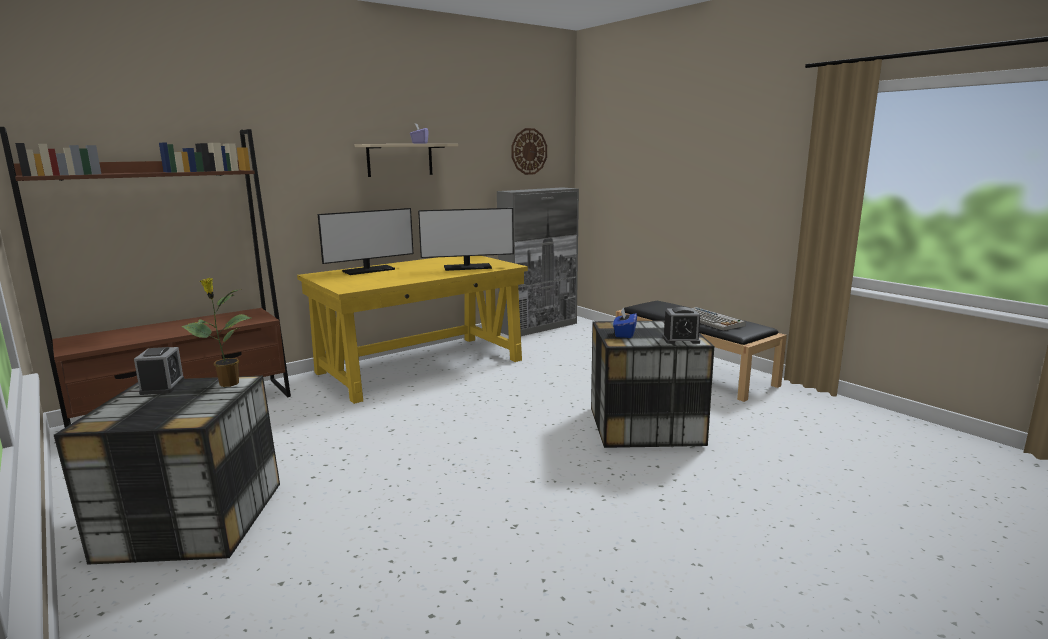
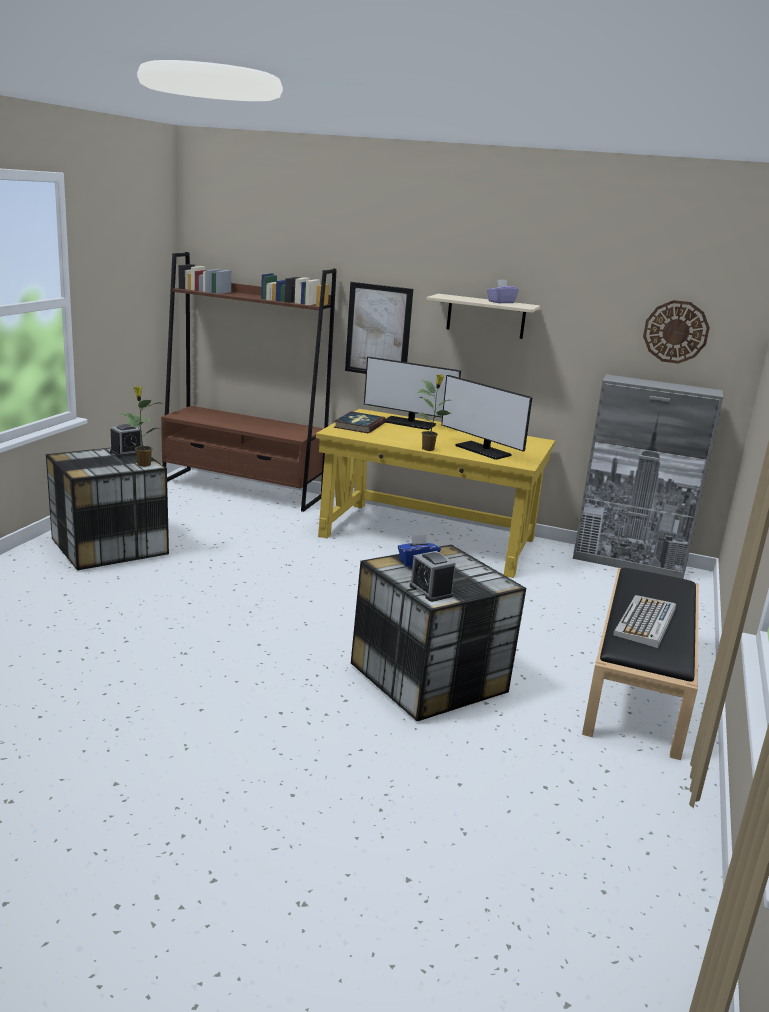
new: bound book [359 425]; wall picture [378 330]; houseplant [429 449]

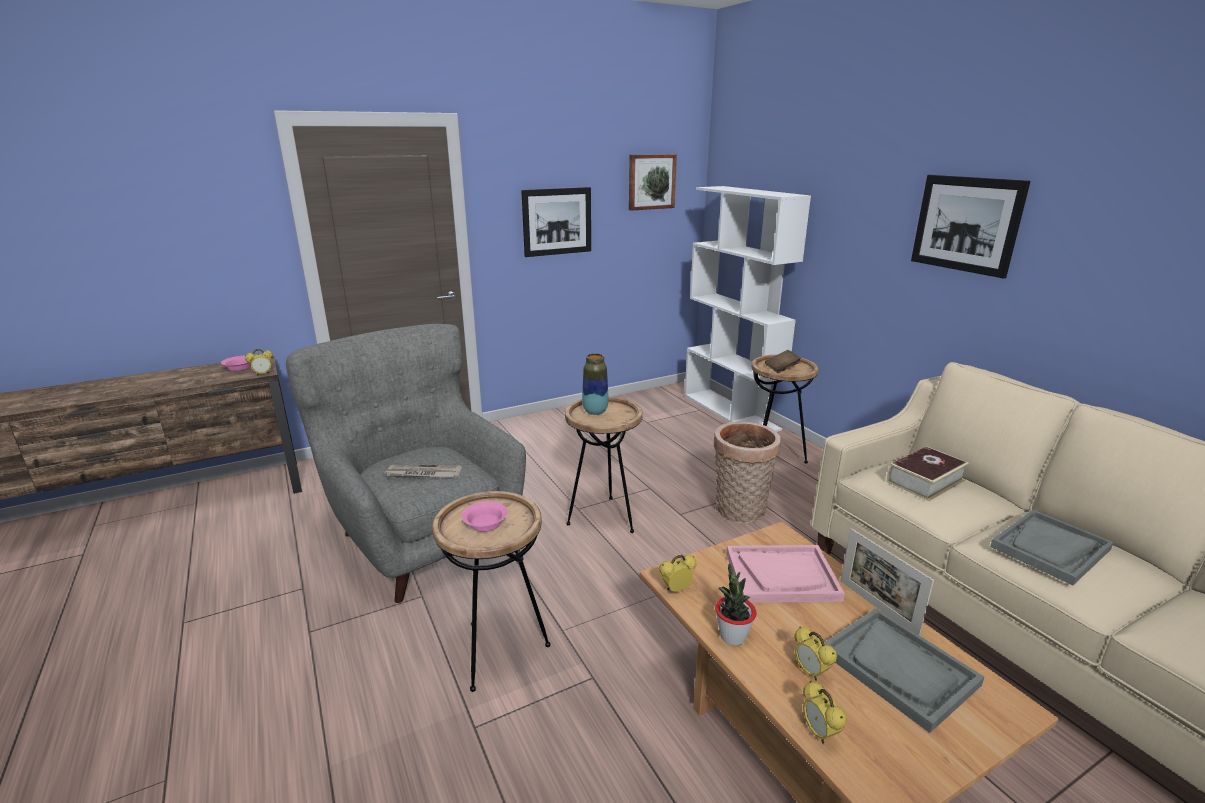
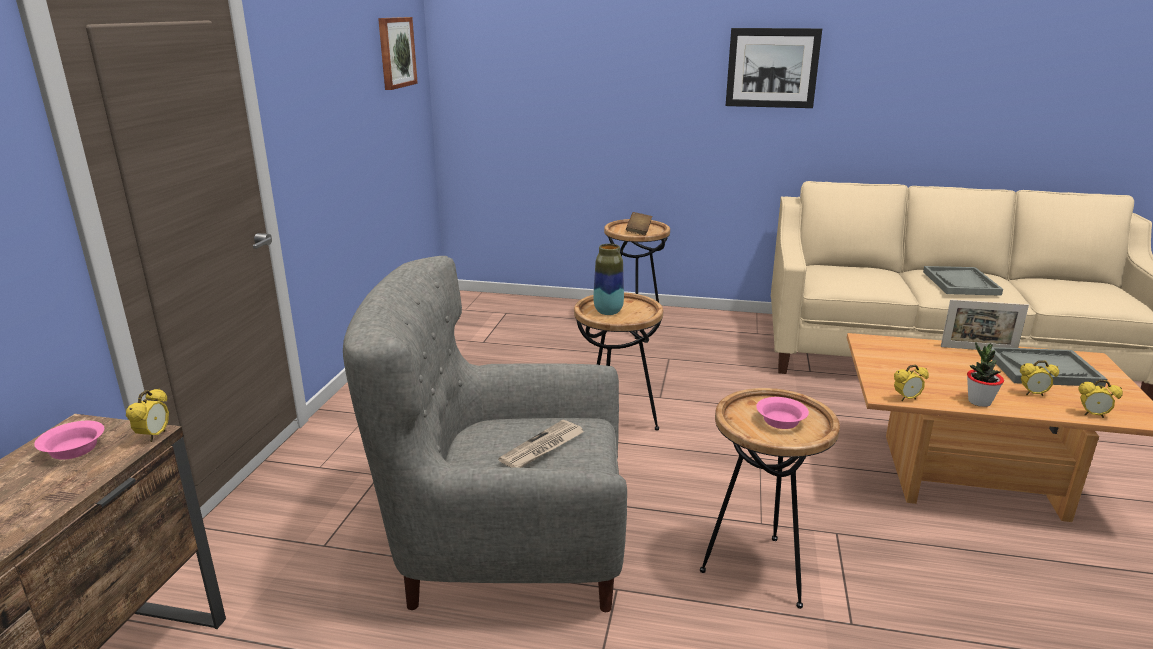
gone: wall picture [557 221]; shelving unit in white [731 412]; household basket [739 512]; serving tray in pink-coloured [781 576]; bound book [925 481]
rotated: bedside clock [676 590] = [906 399] 120 degrees counterclockwise

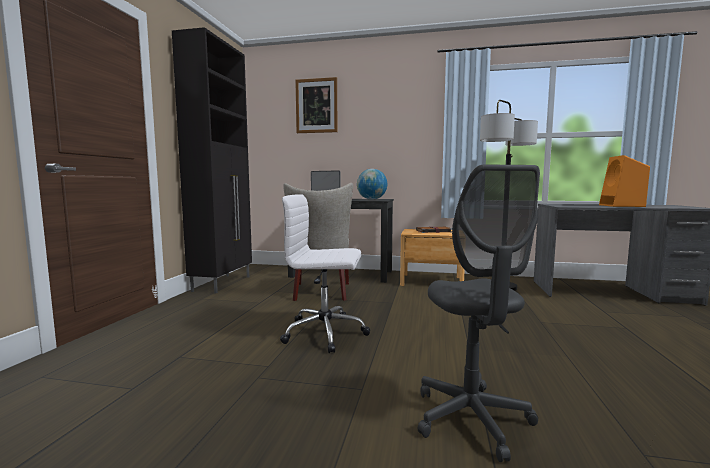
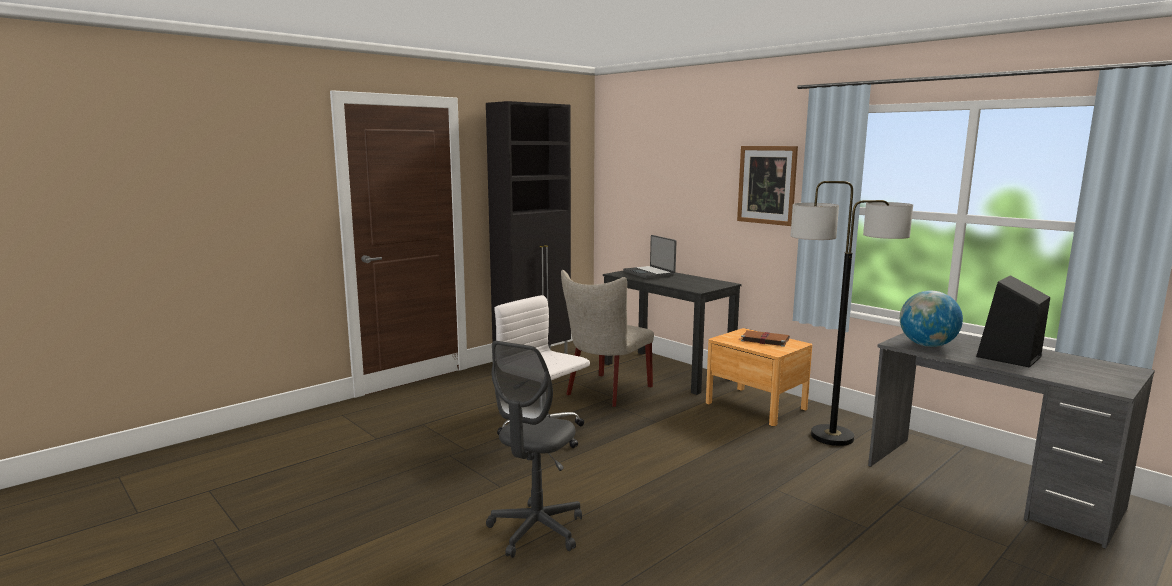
shifted: wall picture [316 106] to [767 185]; world globe [371 199] to [927 345]
repainted: audio speaker in orange-coloured [622 206] to audio speaker in black-coloured [1008 357]

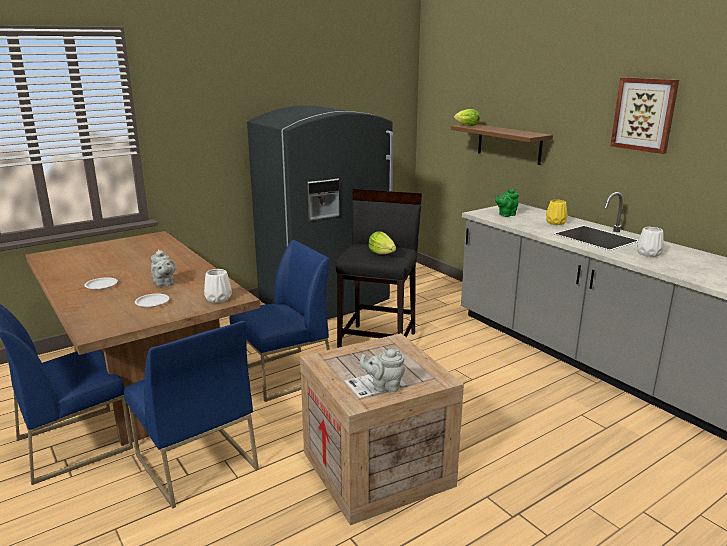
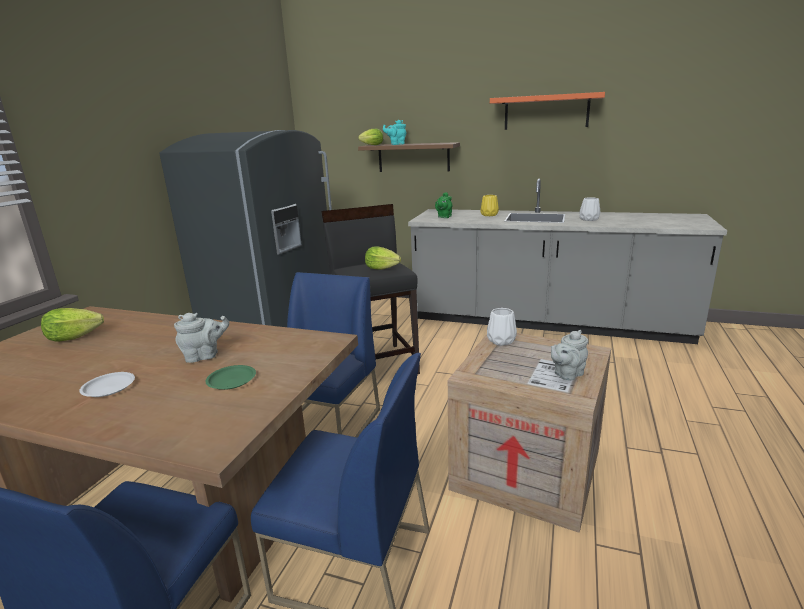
new: lettuce head [74 337]; pot for tea in blue-green [396 144]
shifted: flower vase in white [218 299] to [501 341]
swapped: wall picture [644 114] to wall shelf in orange-coloured [546 112]
repainted: dinner plate in white [152 302] to dinner plate in green [231 380]
rotated: pot for tea in gray [164 283] = [205 356] 45 degrees counterclockwise

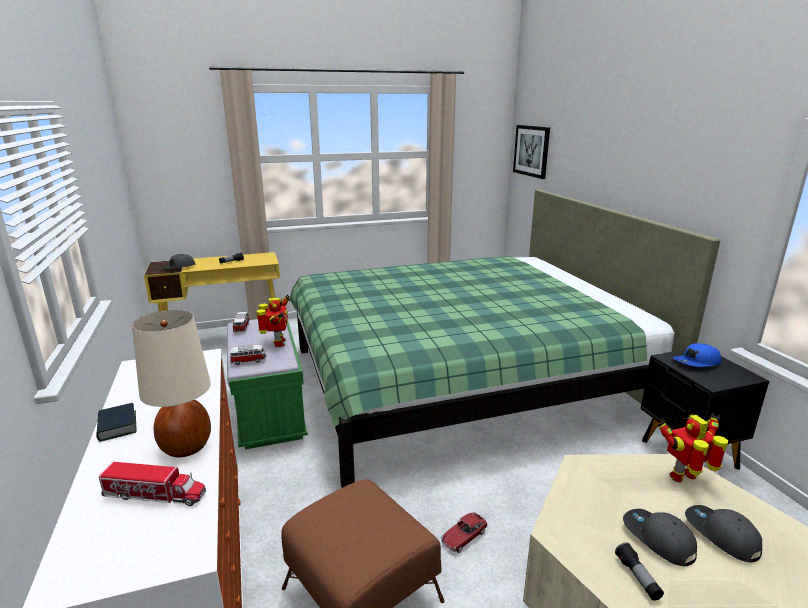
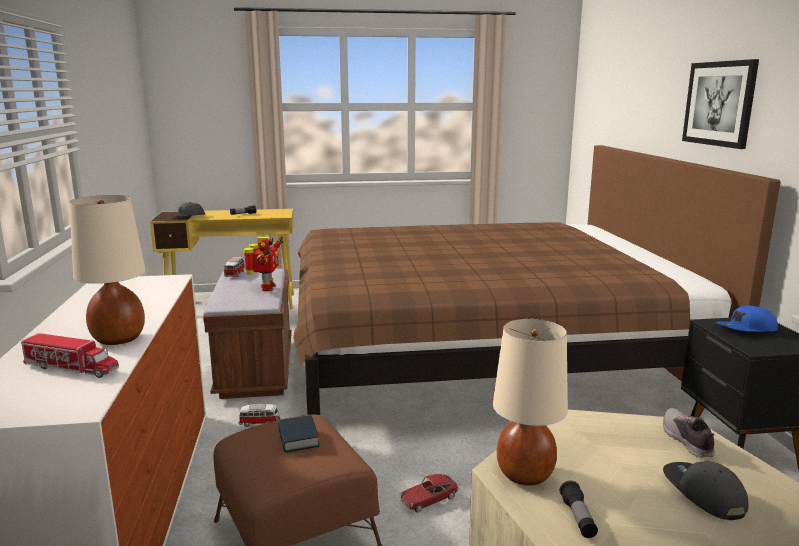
gone: cap in gray [657 539]
new: tabletop lamp in sand-coloured [524 475]
shifted: miniature car [248 361] to [260 423]; bound book [117 426] to [298 438]; wall picture [531 151] to [719 103]
swapped: model robot [685 478] to shoe [686 440]
repainted: bench in green [269 412] to bench in brown-coloured [256 368]; bed in green [461 381] to bed in brown-coloured [481 356]

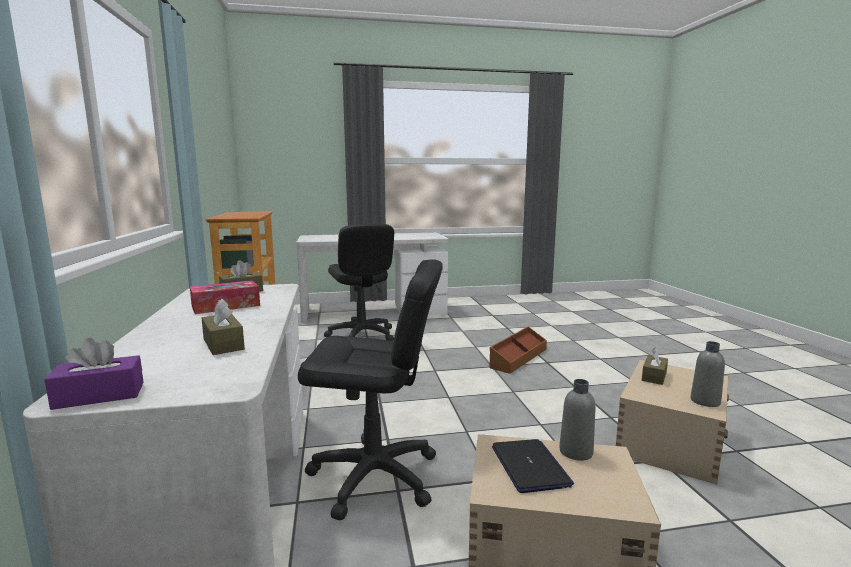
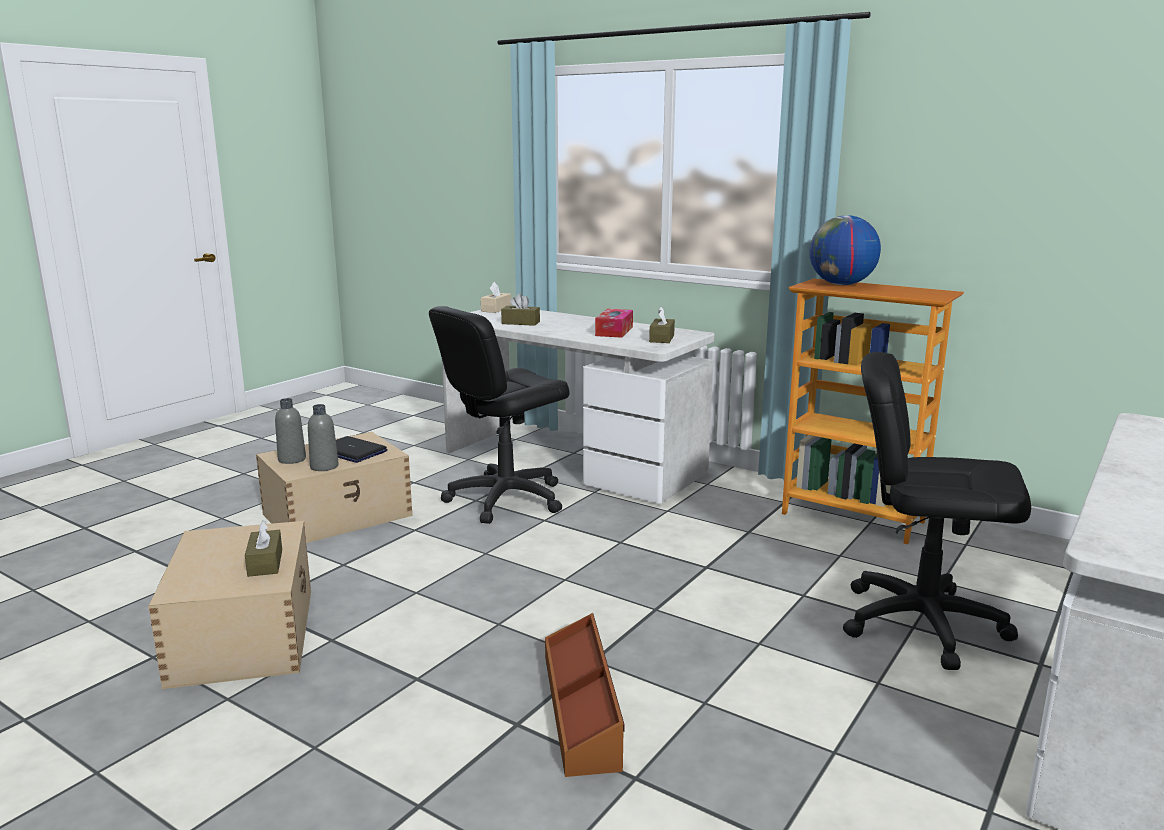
new: world globe [841 284]
shifted: beverage bottle in gray [705 401] to [292 459]
repainted: tissue box in purplish [99 395] to tissue box in sand-coloured [496 309]

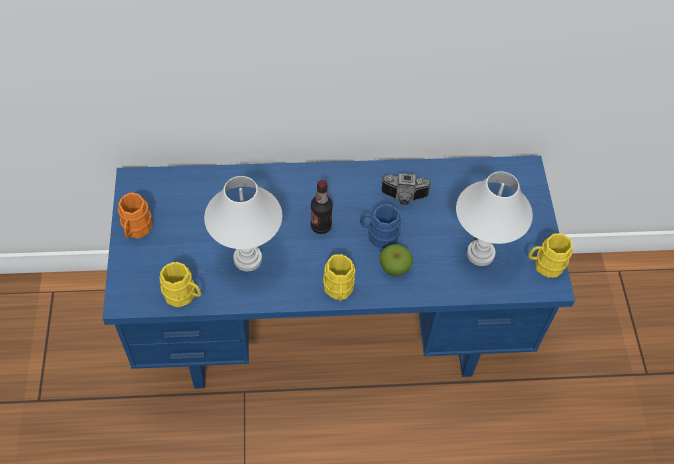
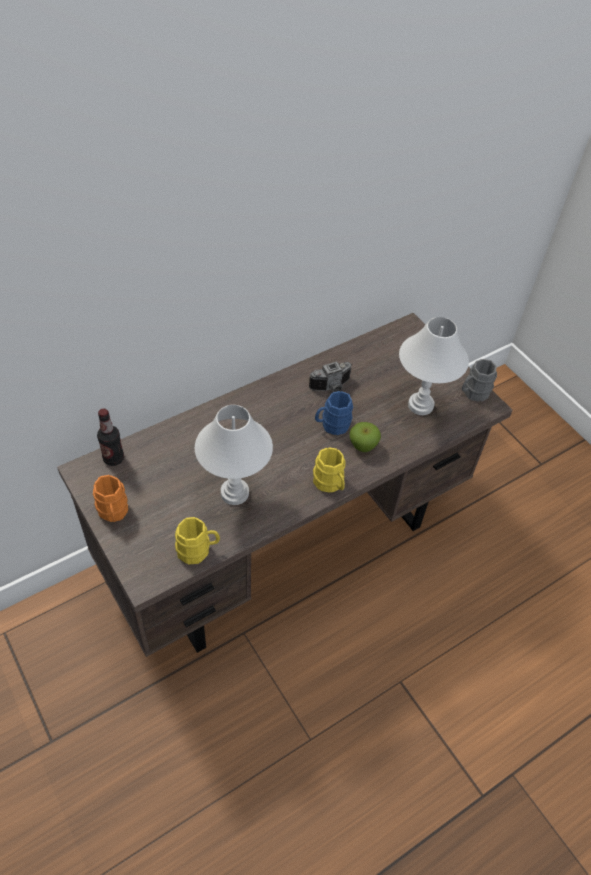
shifted: beverage bottle [321 226] to [113 458]
repainted: desk in blue [333 330] to desk in brown-coloured [287 543]; mug in yellow [545 265] to mug in gray [473 393]

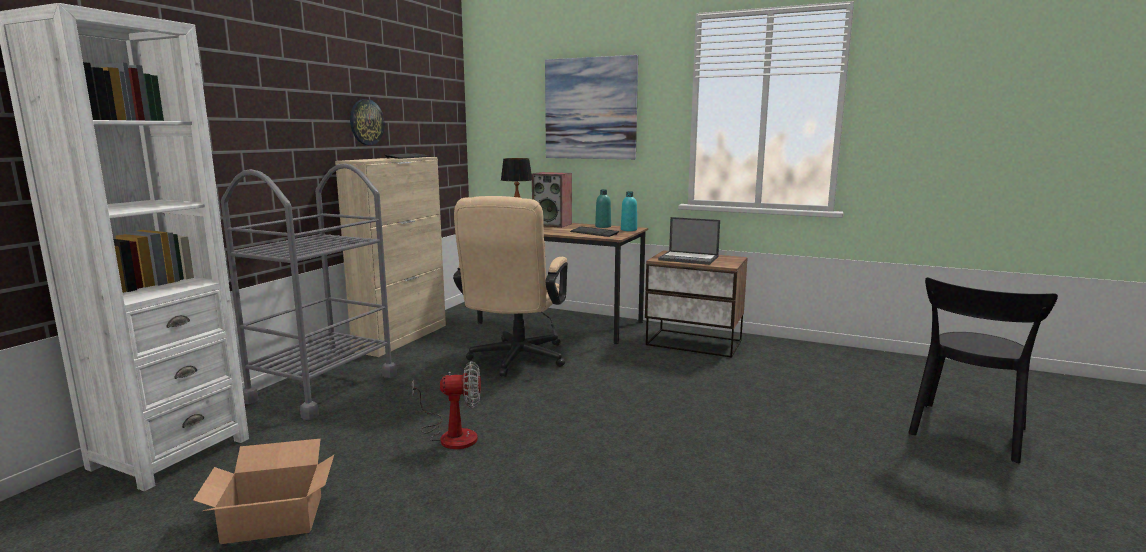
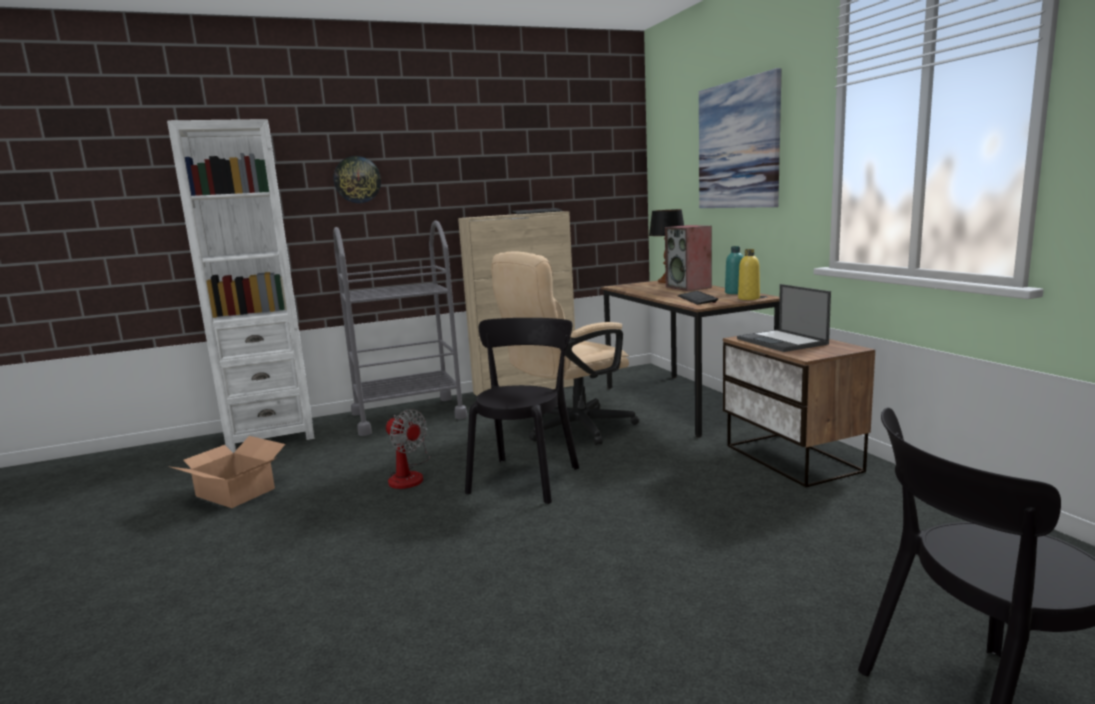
new: upright chair in black-coloured [526 477]
shifted: hanging clock [366 122] to [357 179]
repainted: beverage bottle in blue-green [628 230] to beverage bottle in yellow [748 298]

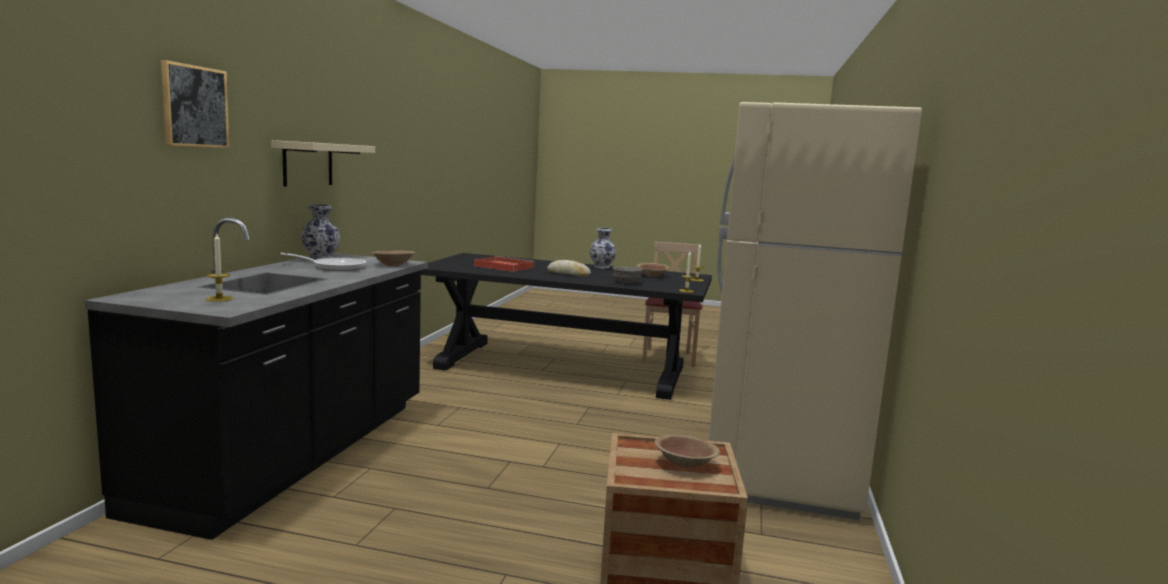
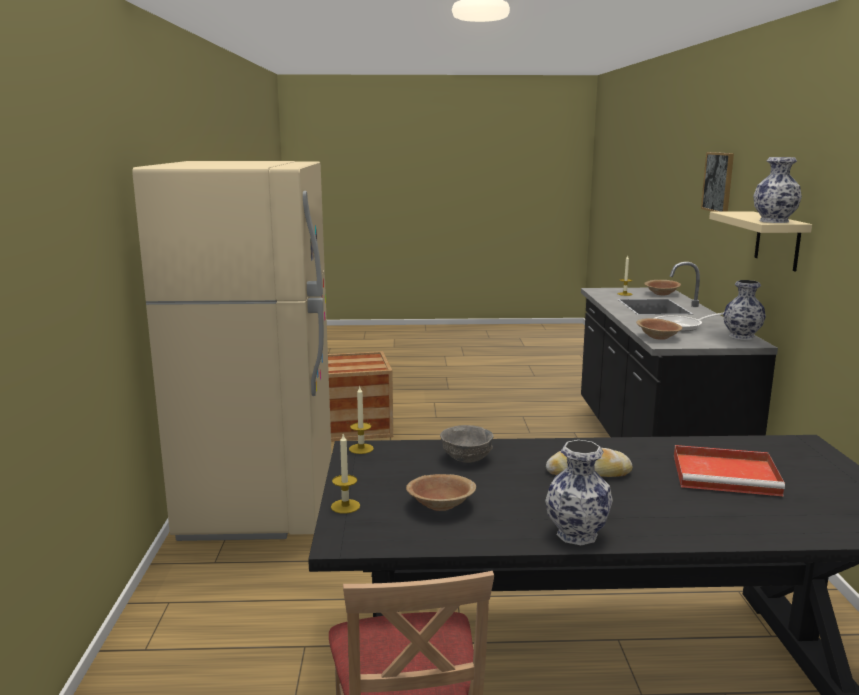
new: flower vase [773 221]
shifted: serving bowl in brown-coloured [685 464] to [661 294]

